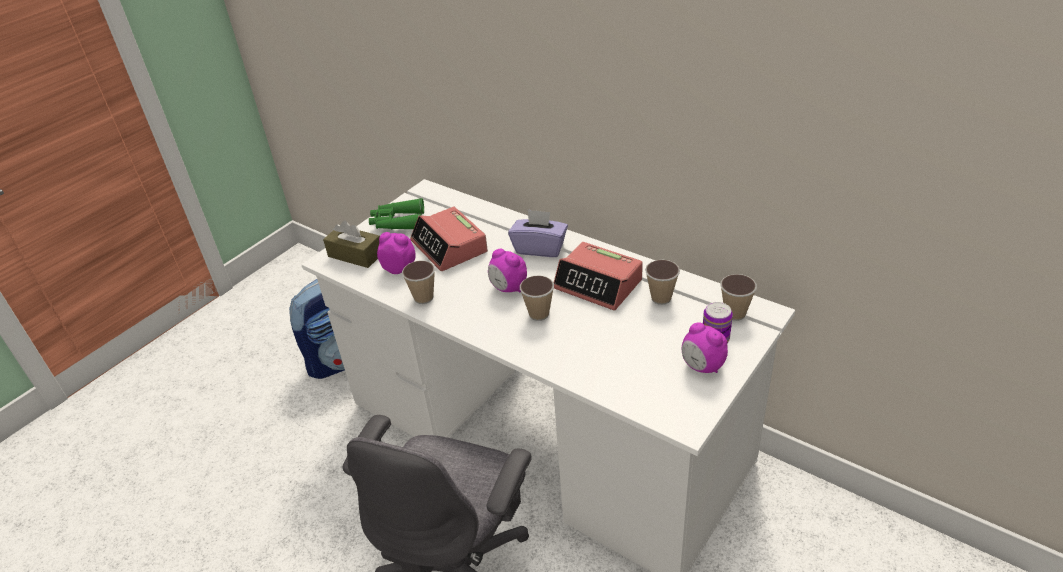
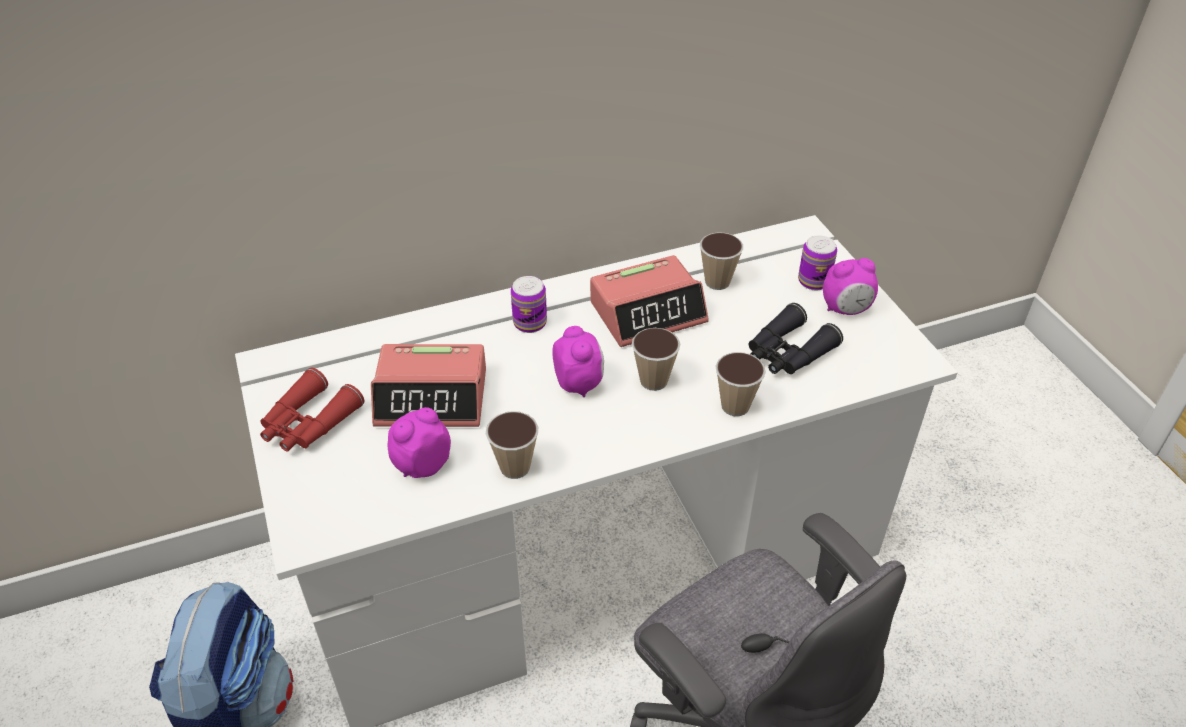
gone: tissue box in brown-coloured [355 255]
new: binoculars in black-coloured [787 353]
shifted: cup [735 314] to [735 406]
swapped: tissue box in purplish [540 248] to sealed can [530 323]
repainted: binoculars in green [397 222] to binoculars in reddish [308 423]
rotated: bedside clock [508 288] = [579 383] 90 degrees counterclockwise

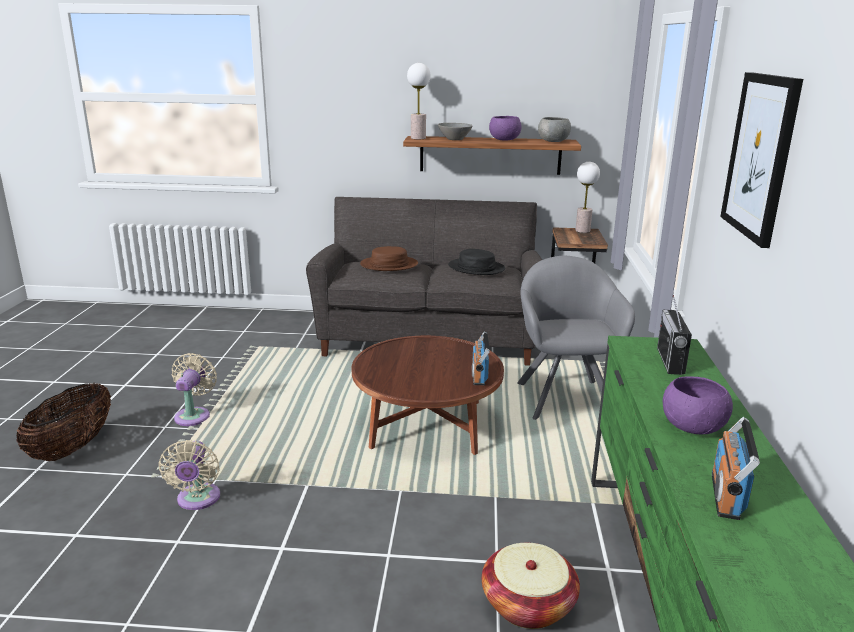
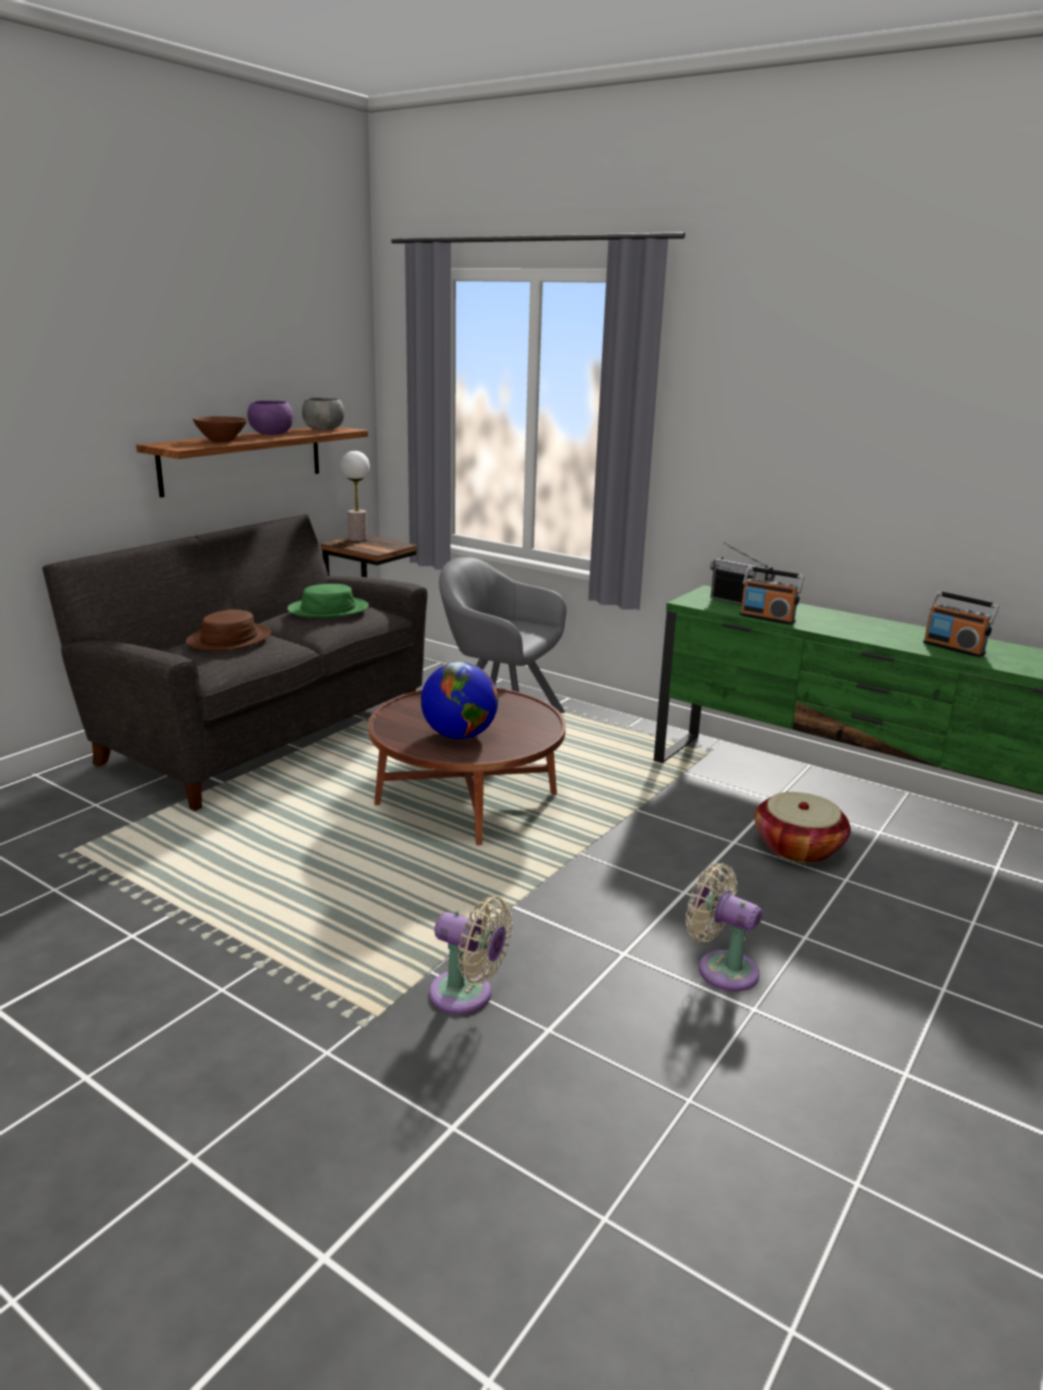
gone: household basket [73 448]; tabletop lamp [418 138]; serving bowl in purplish [693 427]; wall picture [760 156]
new: world globe [459 735]
shifted: fan in sand-coloured [194 415] to [721 968]; radio receiver [479 375] to [767 618]
repainted: serving bowl in gray [455 139] to serving bowl in brown-coloured [222 441]; clothing hat in black-coloured [476 268] to clothing hat in green [328 609]

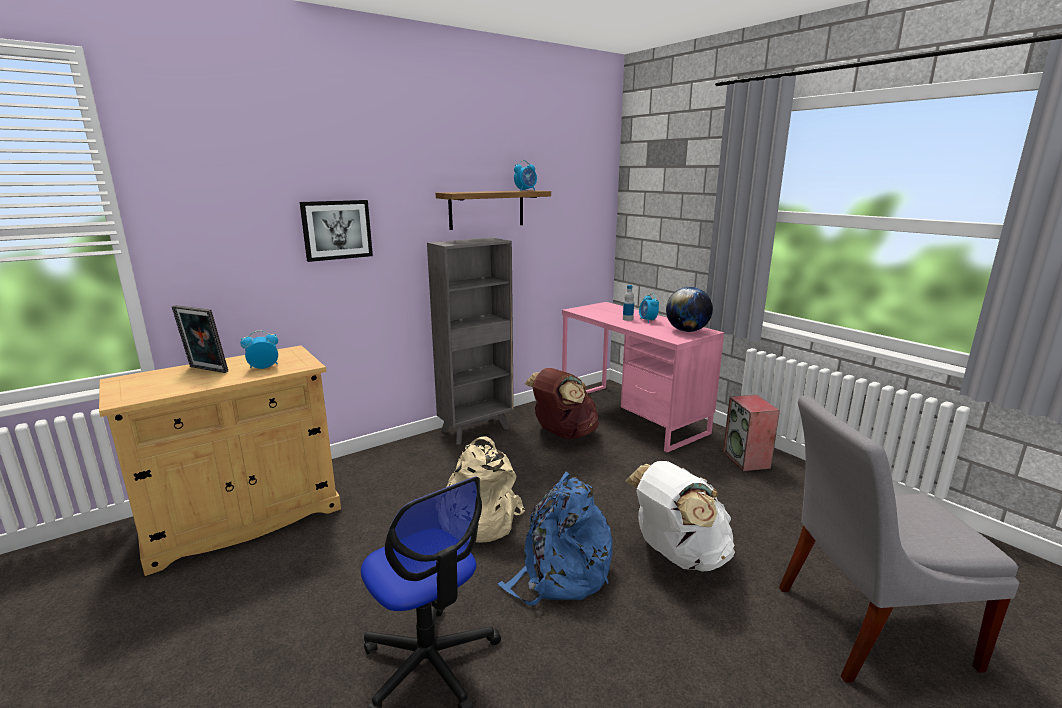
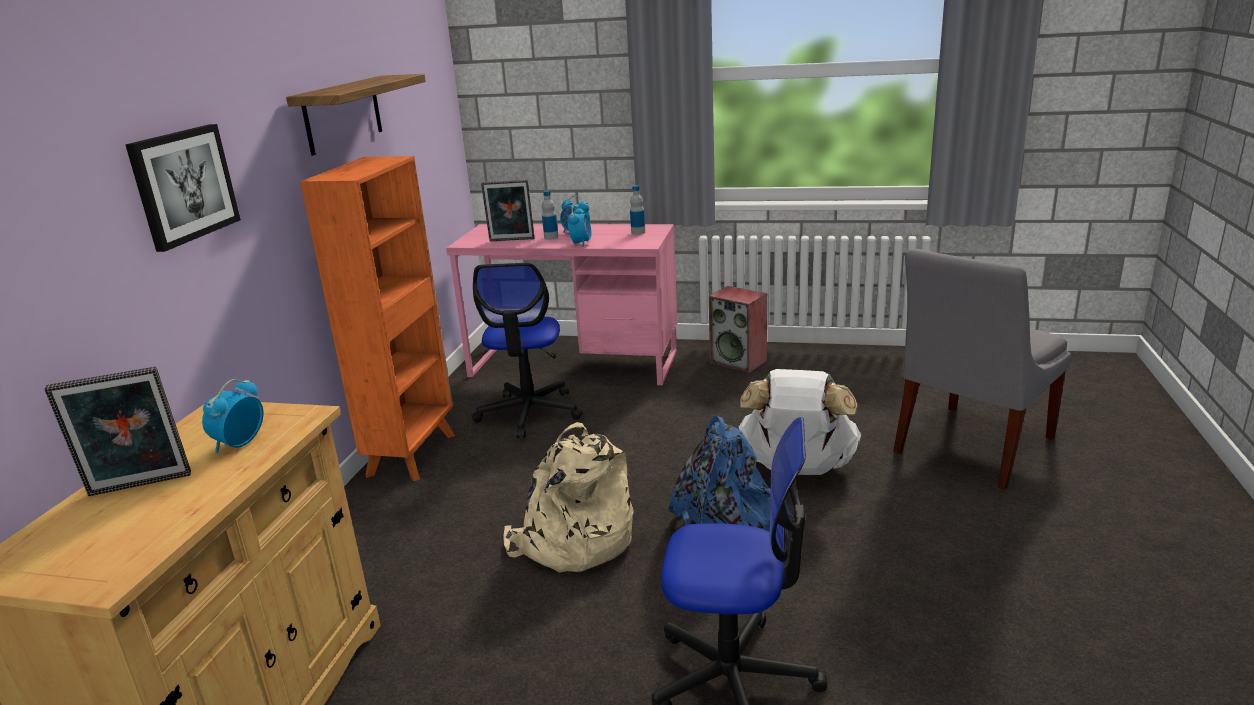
new: standing frame [511 240]
shifted: bedside clock [525 190] to [581 243]
swapped: knapsack in brown-coloured [563 434] to desk chair [529 413]; world globe [687 331] to beverage bottle [638 232]
repainted: shelving unit in gray [476 429] to shelving unit in orange-coloured [413 453]

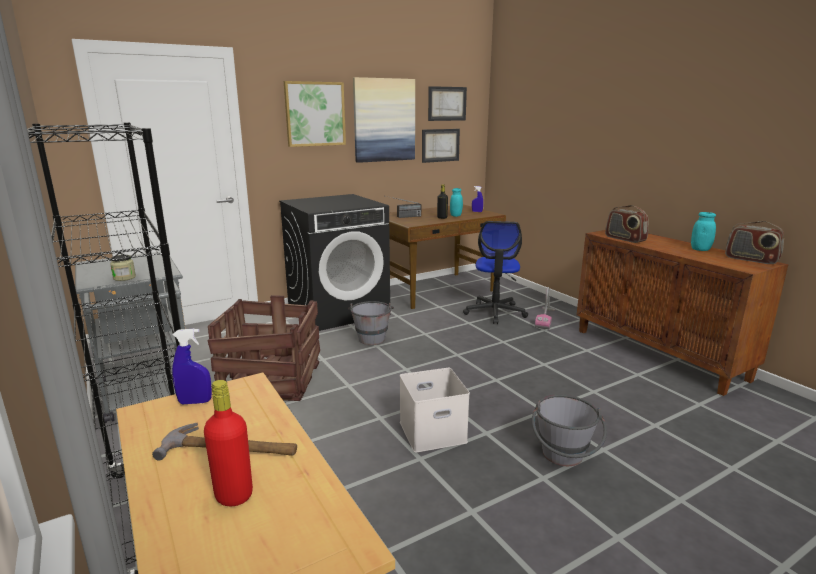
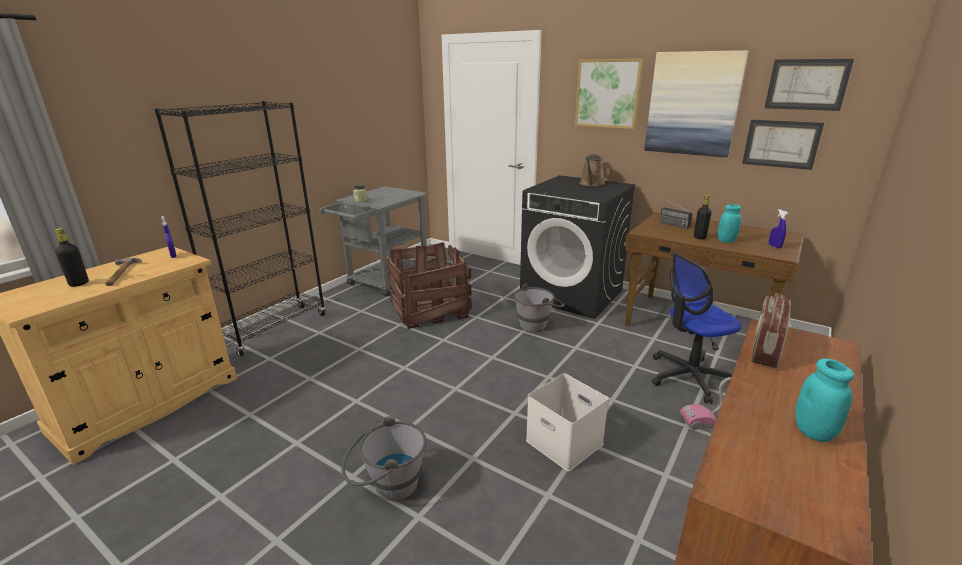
gone: radio receiver [751 259]
new: watering pot in brown-coloured [591 184]
shifted: storage box in white [433 431] to [566 442]
repainted: beverage bottle in reddish [234 495] to beverage bottle in black-coloured [79 283]

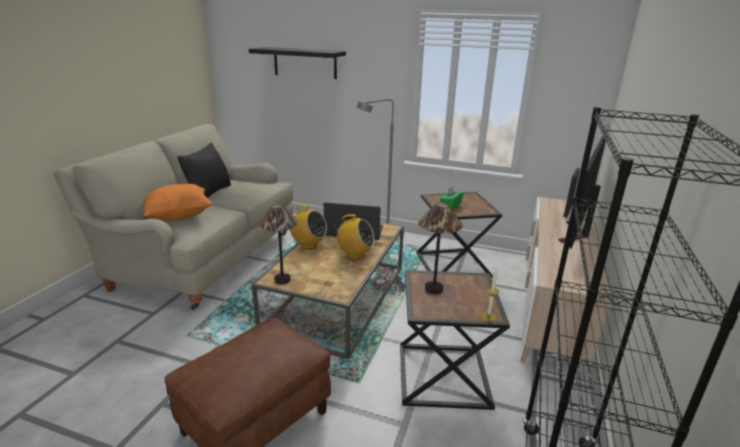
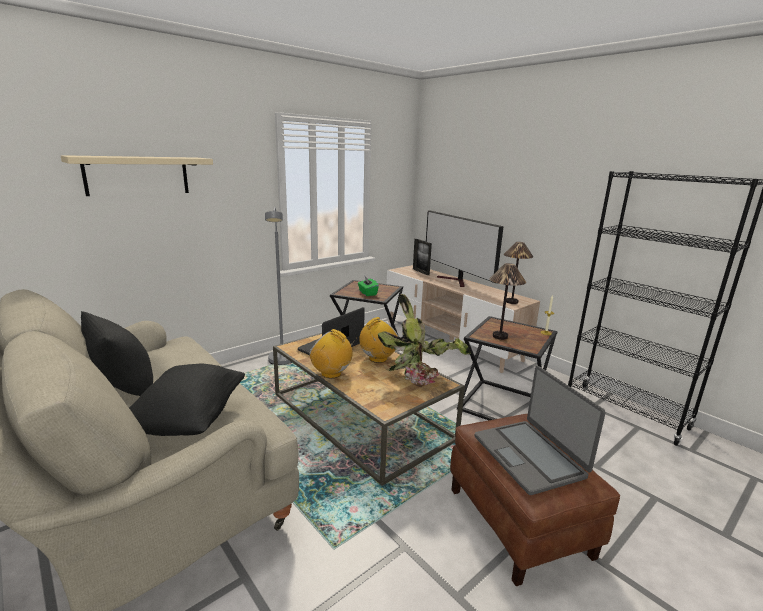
new: houseplant [422 378]; notebook computer [529 456]
shifted: tabletop lamp [282 280] to [511 302]
repainted: wall shelf in black-coloured [305 63] to wall shelf in sand-coloured [137 175]; throw pillow in orange-coloured [179 216] to throw pillow in black-coloured [187 421]
rotated: radio receiver [308 245] = [331 373] 120 degrees counterclockwise

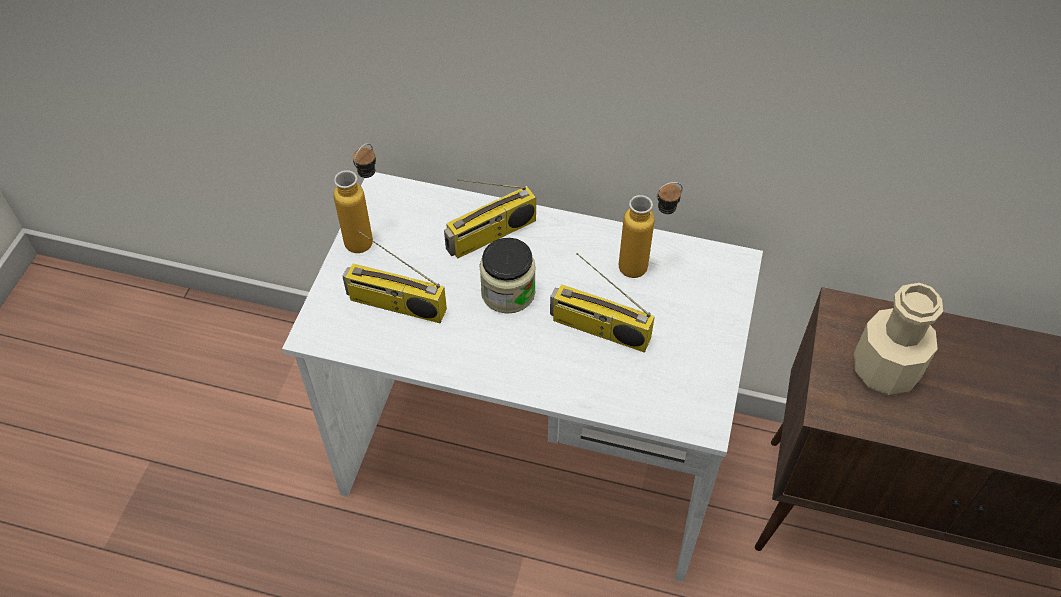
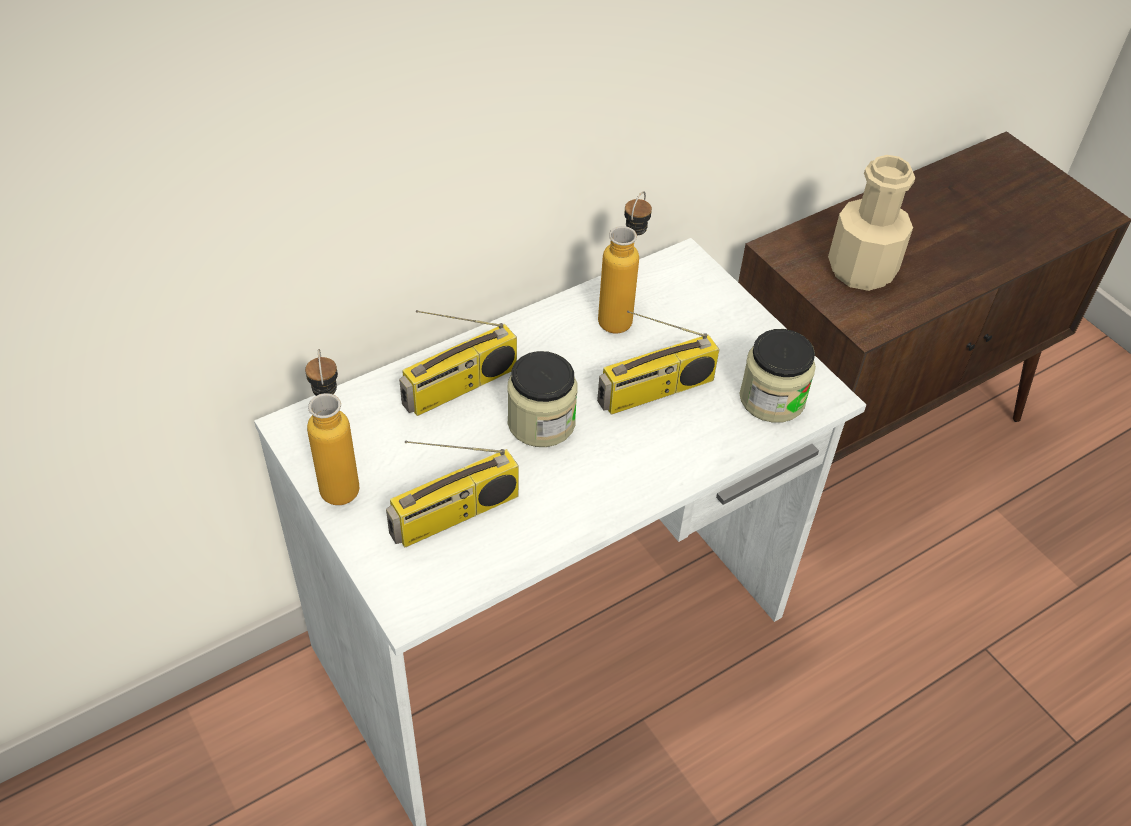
new: storage jar [772 399]
rotated: radio receiver [491 235] = [460 387] 45 degrees clockwise

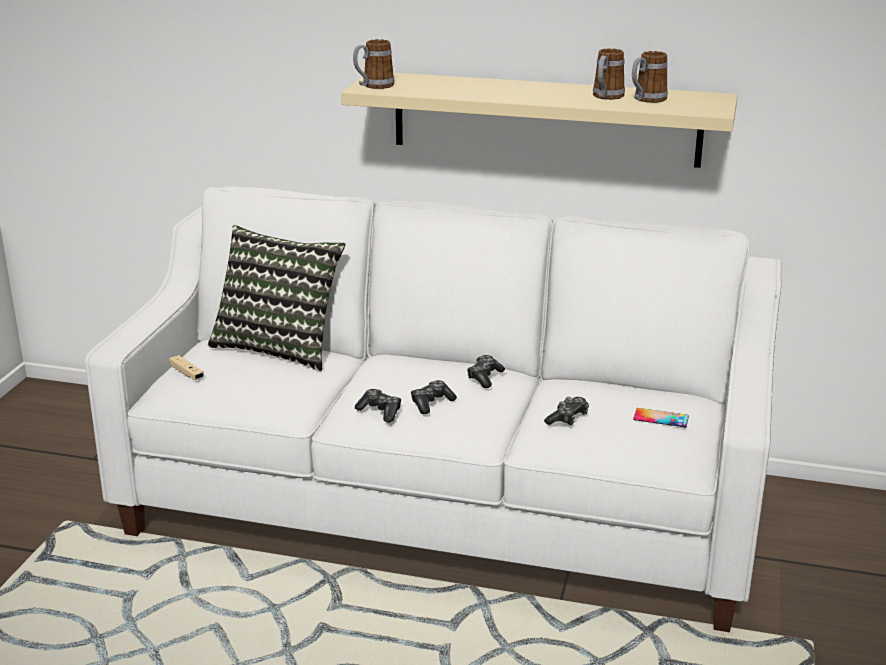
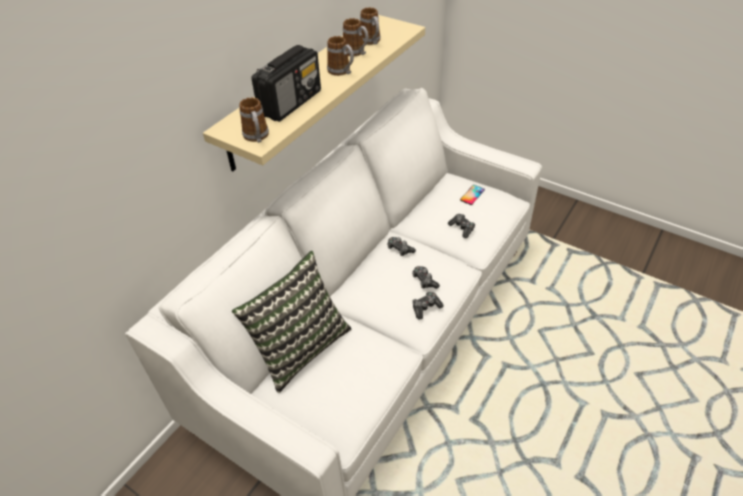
gone: joypad in sand-coloured [187 373]
new: radio receiver [291 102]; mug [342 72]

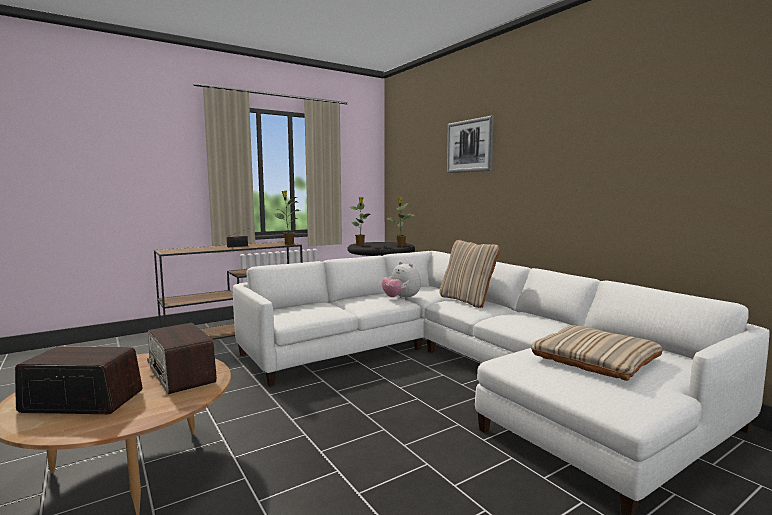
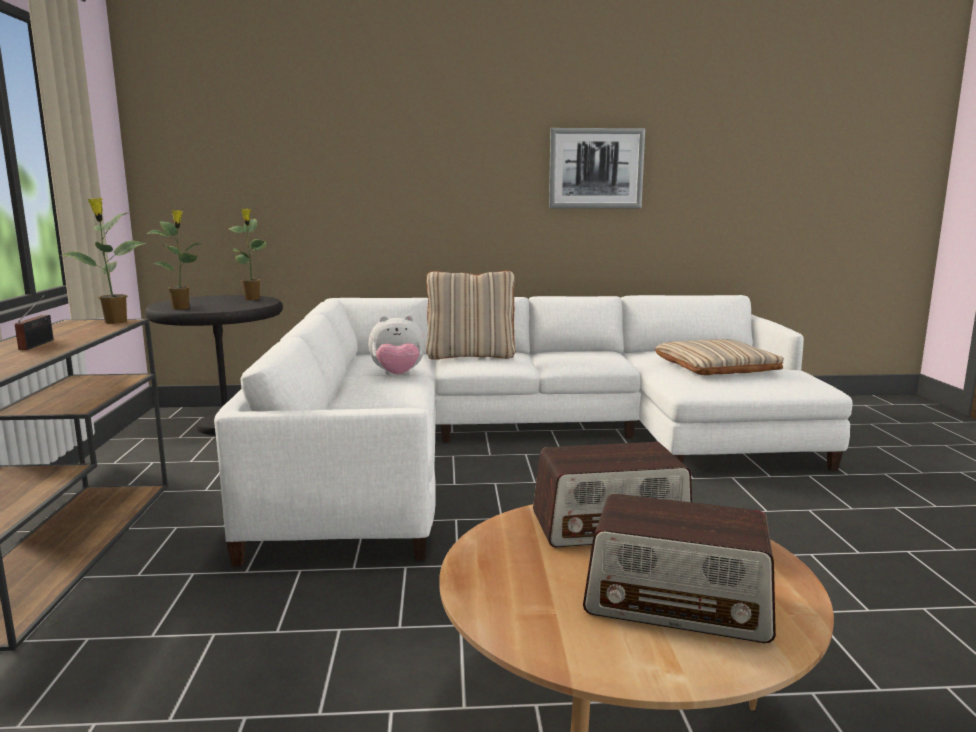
shifted: wall picture [469 146] to [596 168]
rotated: radio receiver [82 401] = [678 603] 105 degrees counterclockwise

